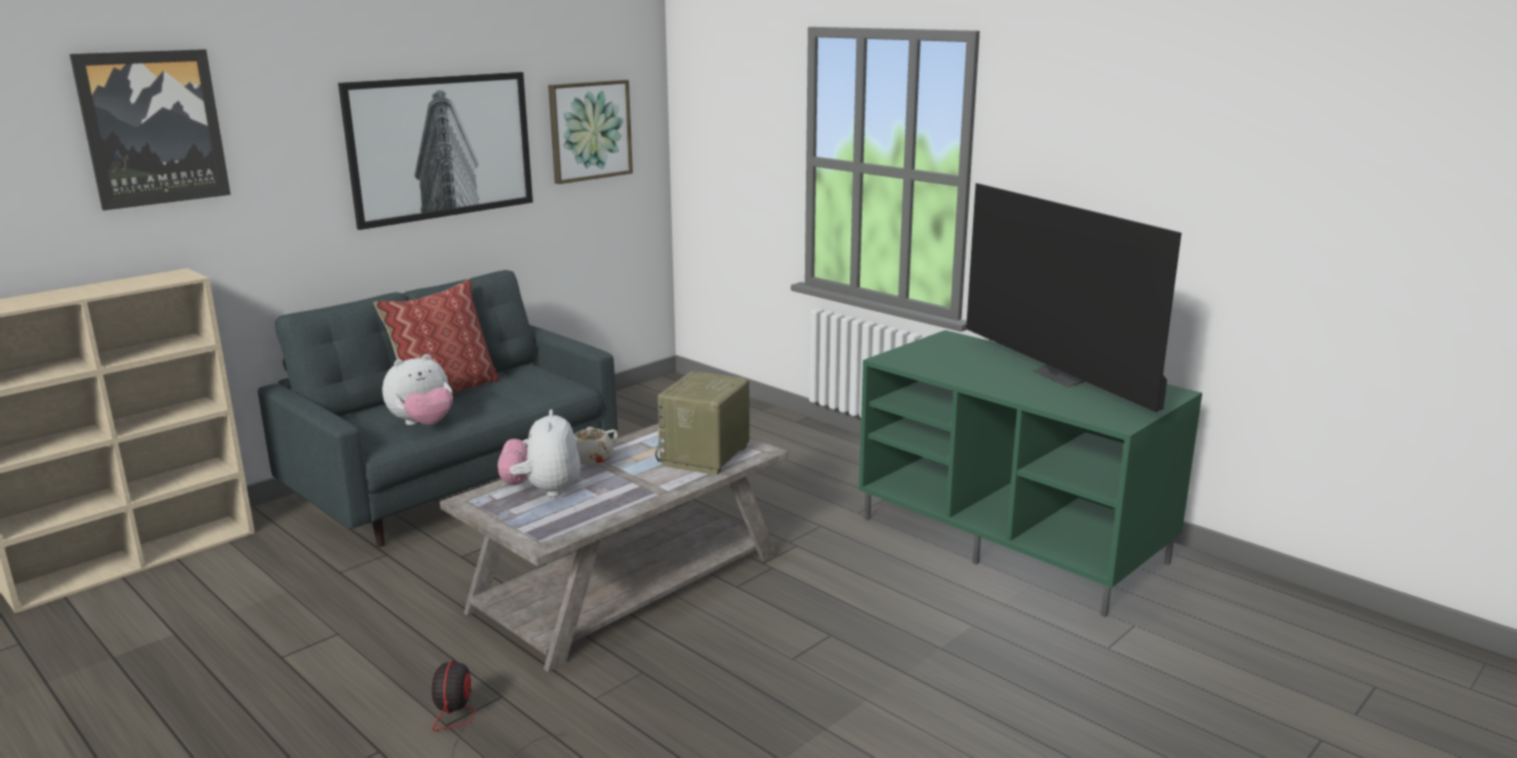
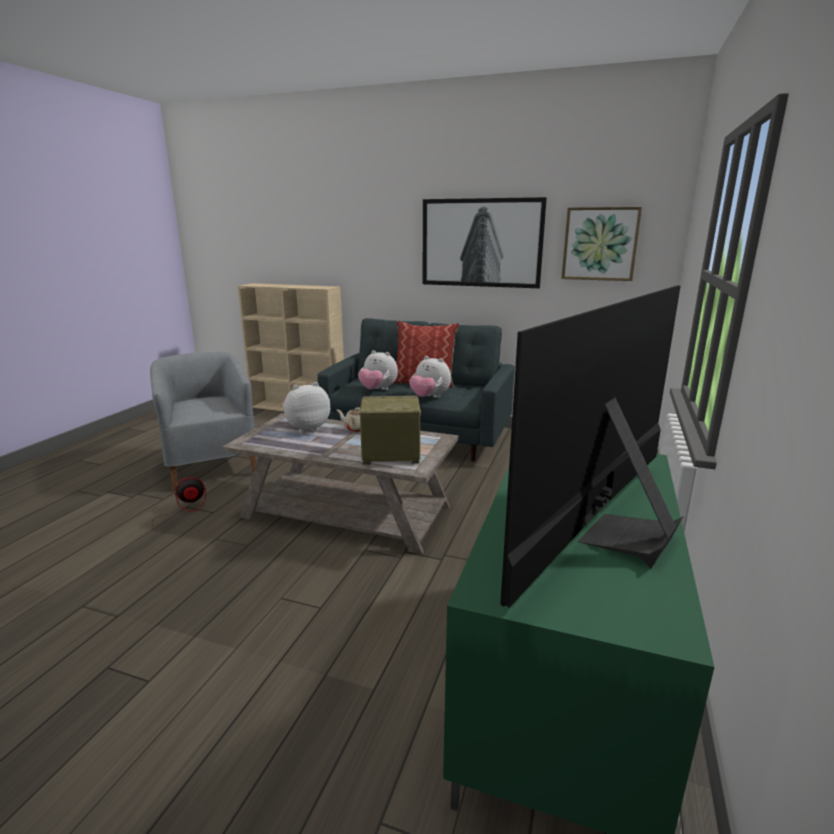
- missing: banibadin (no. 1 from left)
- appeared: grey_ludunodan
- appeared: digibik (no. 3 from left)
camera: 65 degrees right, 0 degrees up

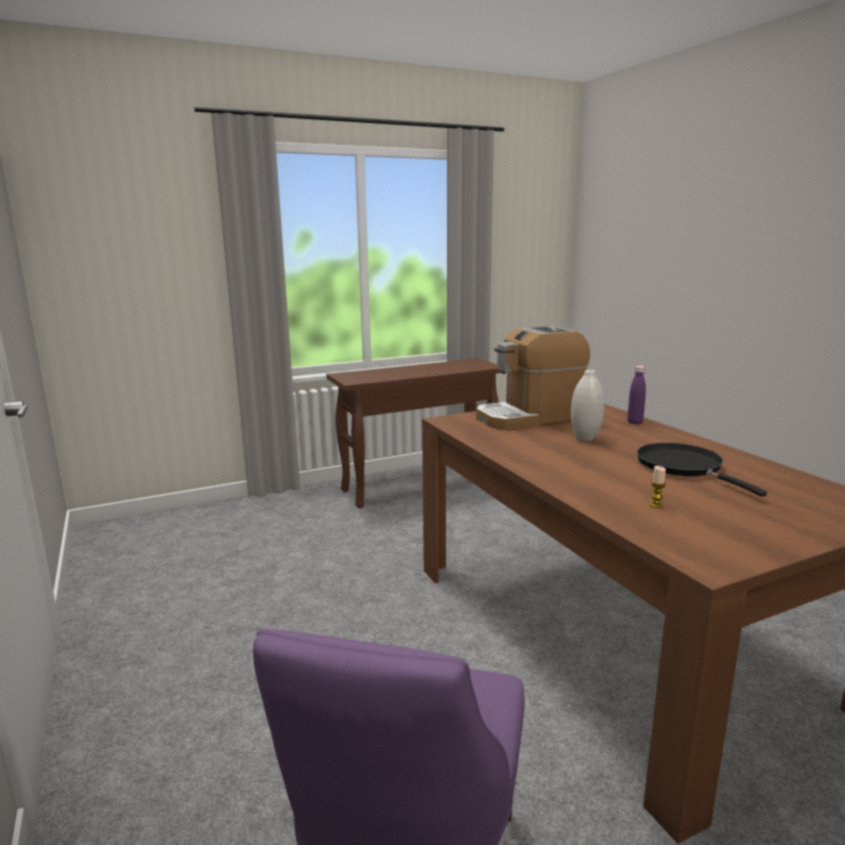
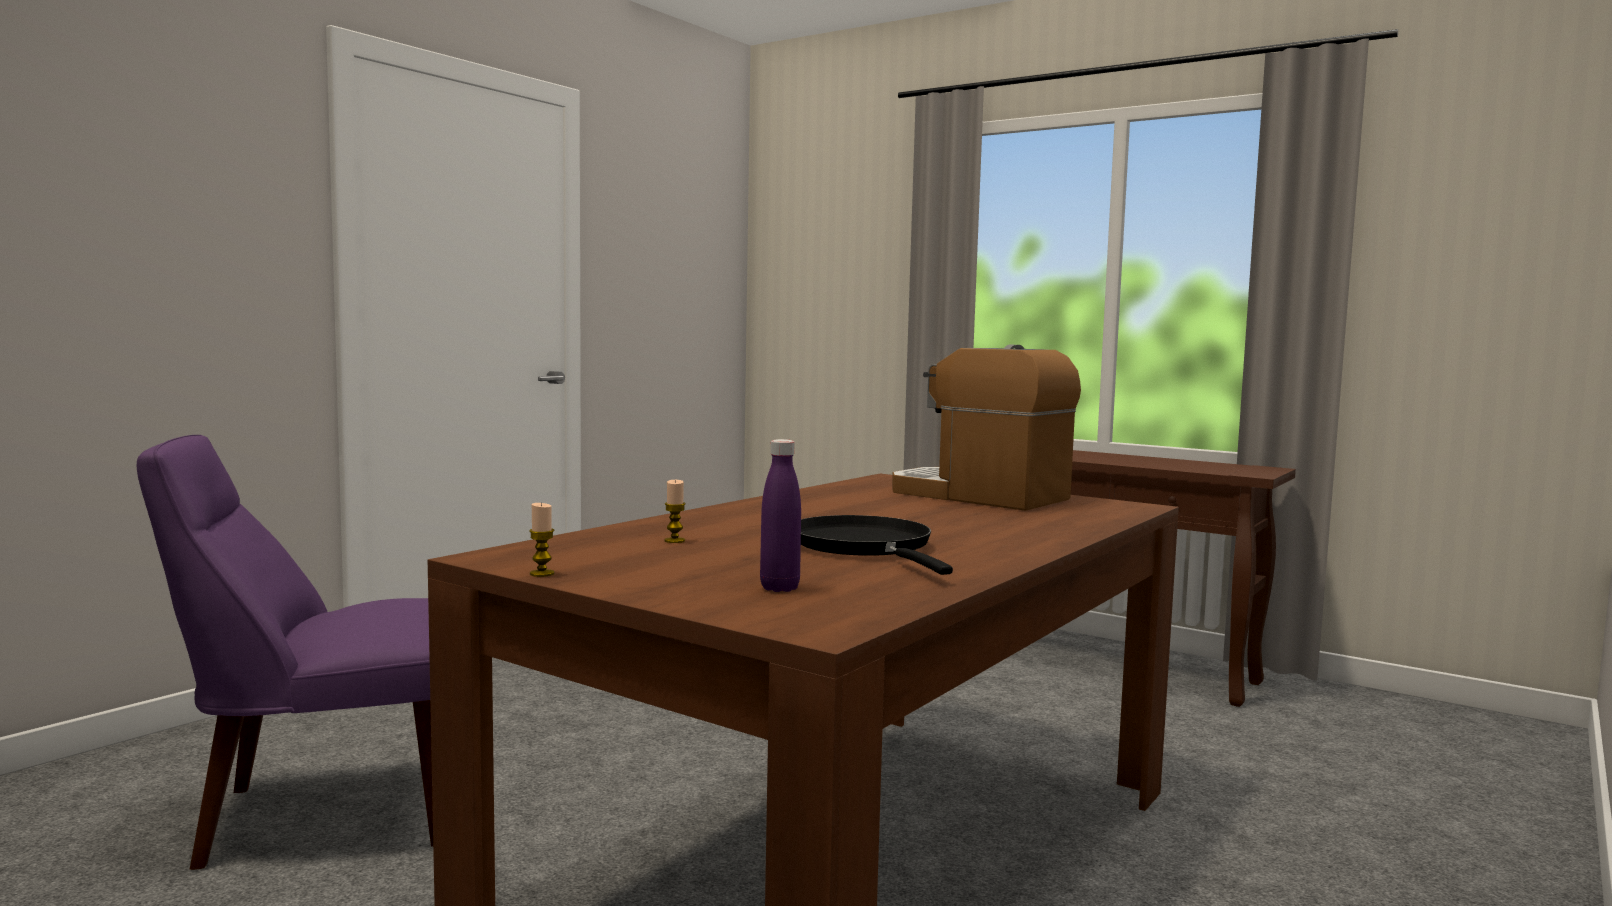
- missing: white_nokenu
- appeared: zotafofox (no. 1 from left)
- relocated: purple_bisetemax
- spun: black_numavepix 60 degrees counterclockwise
camera: 60 degrees right, 10 degrees down

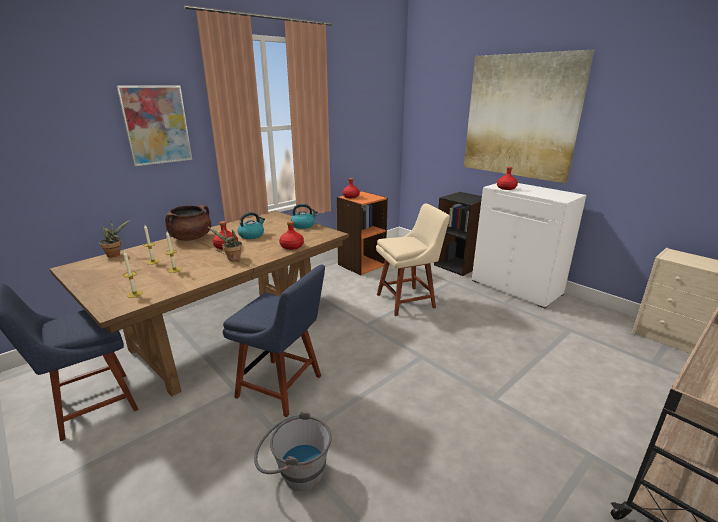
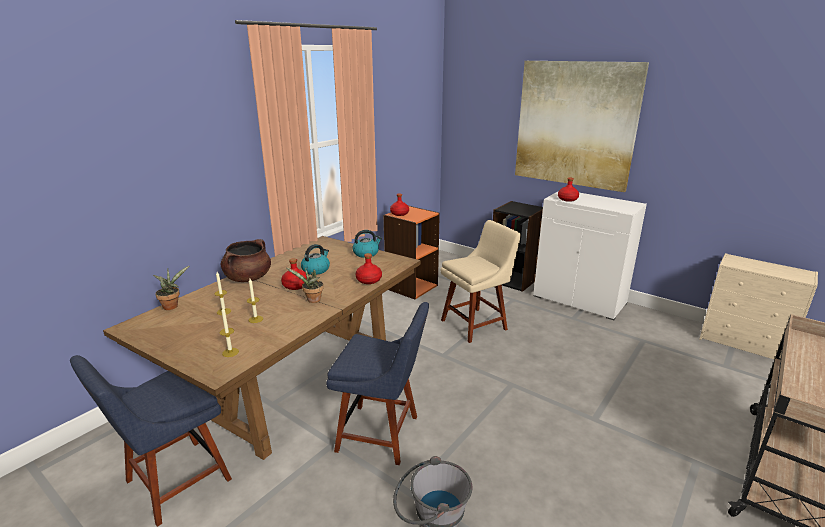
- missing: banibadin (no. 1 from left)
camera: 10 degrees left, 0 degrees up

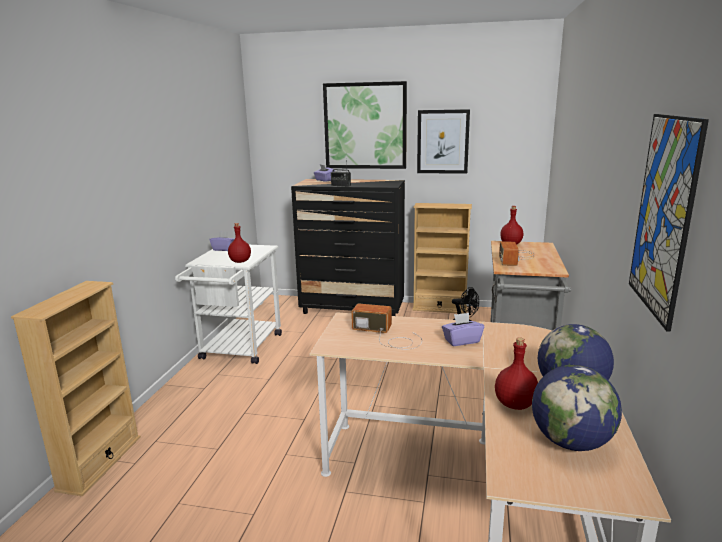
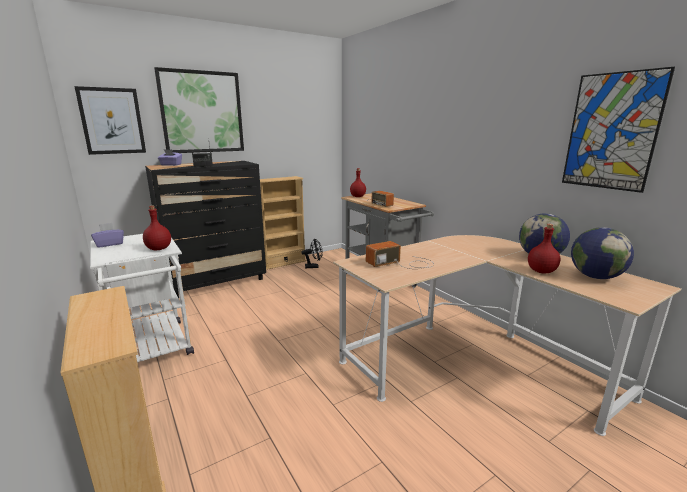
- missing: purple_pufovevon (no. 3 from left)
- relocated: banibadin (no. 2 from left in the first image) to banibadin (no. 1 from left)
camera: 45 degrees left, 0 degrees up

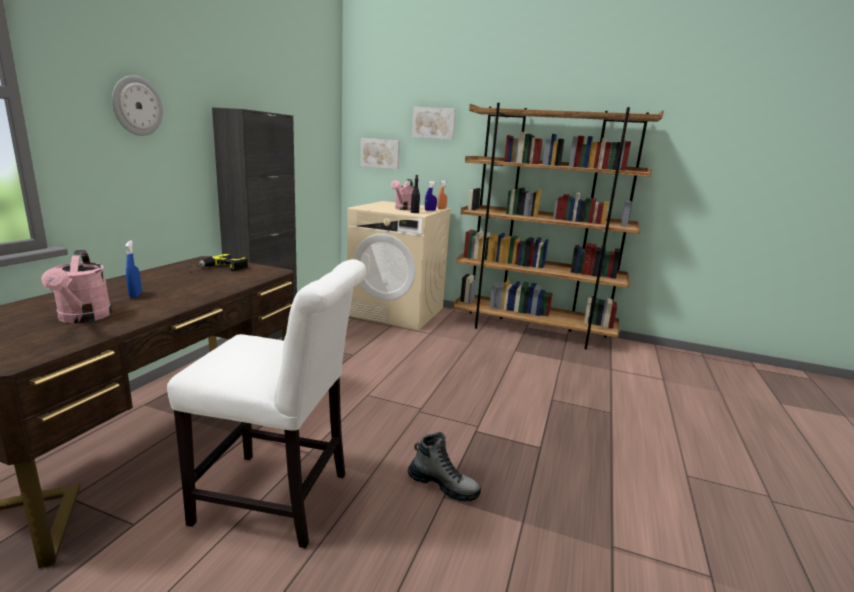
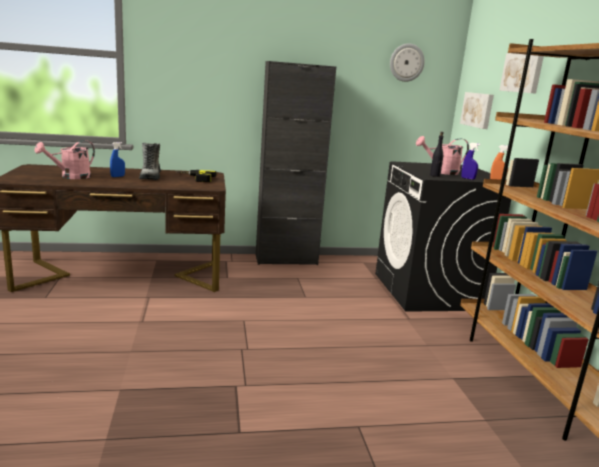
- missing: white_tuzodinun
- relocated: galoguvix
- relocated: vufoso
- colour: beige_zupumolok to black_zupumolok
camera: 60 degrees right, 0 degrees up

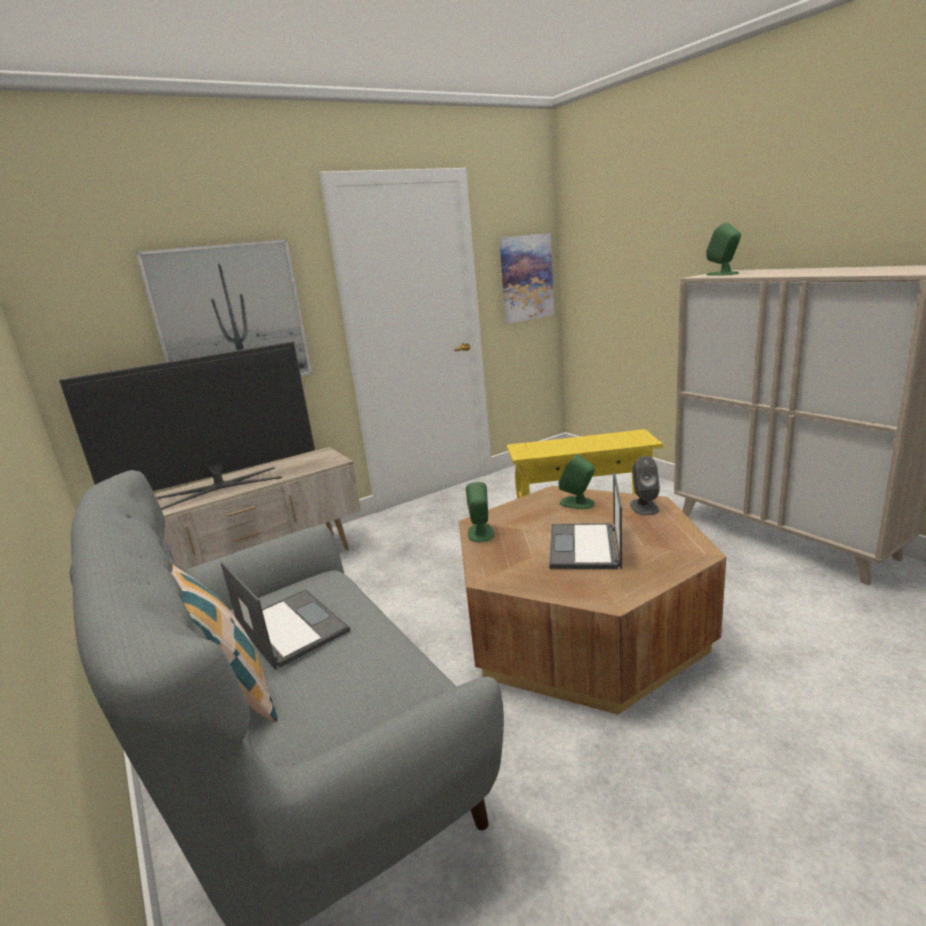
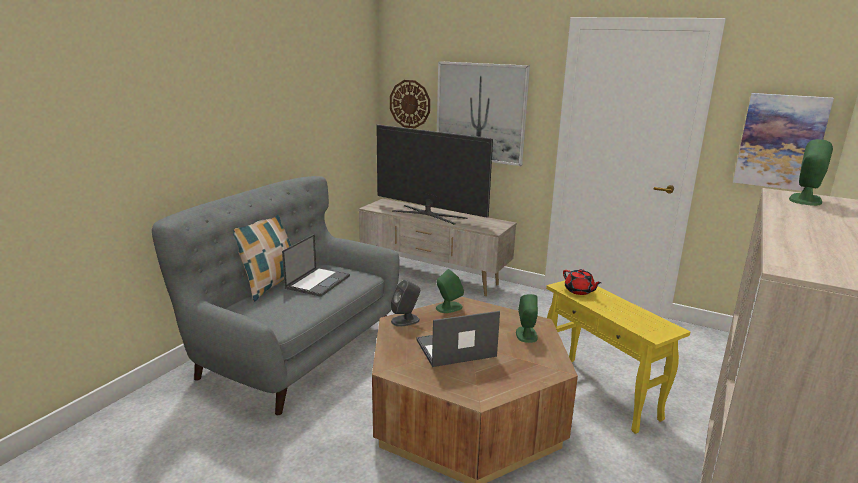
- appeared: galoguvix
- appeared: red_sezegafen
- relocated: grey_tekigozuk
camera: 60 degrees right, 0 degrees up

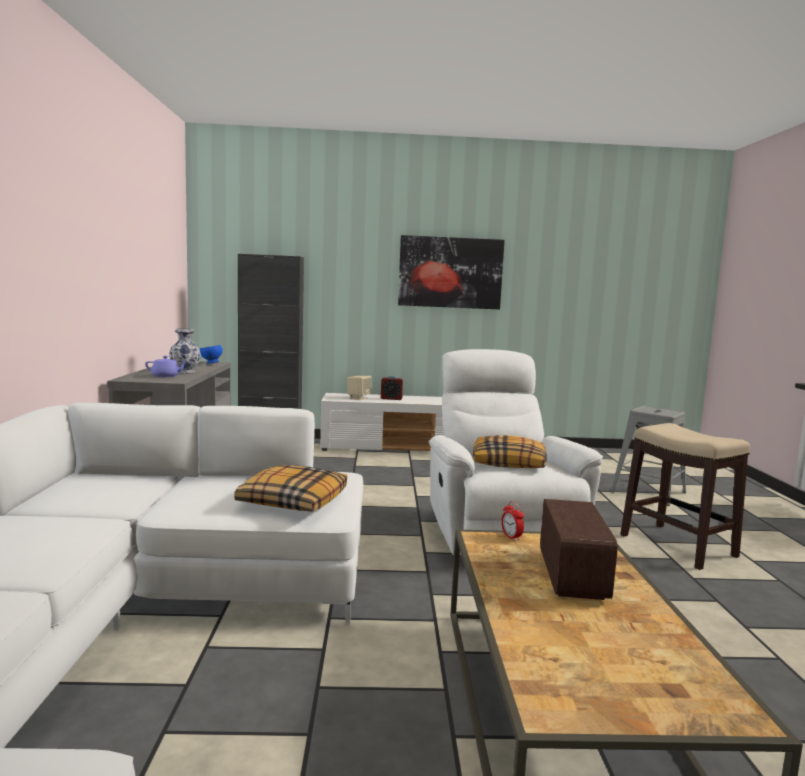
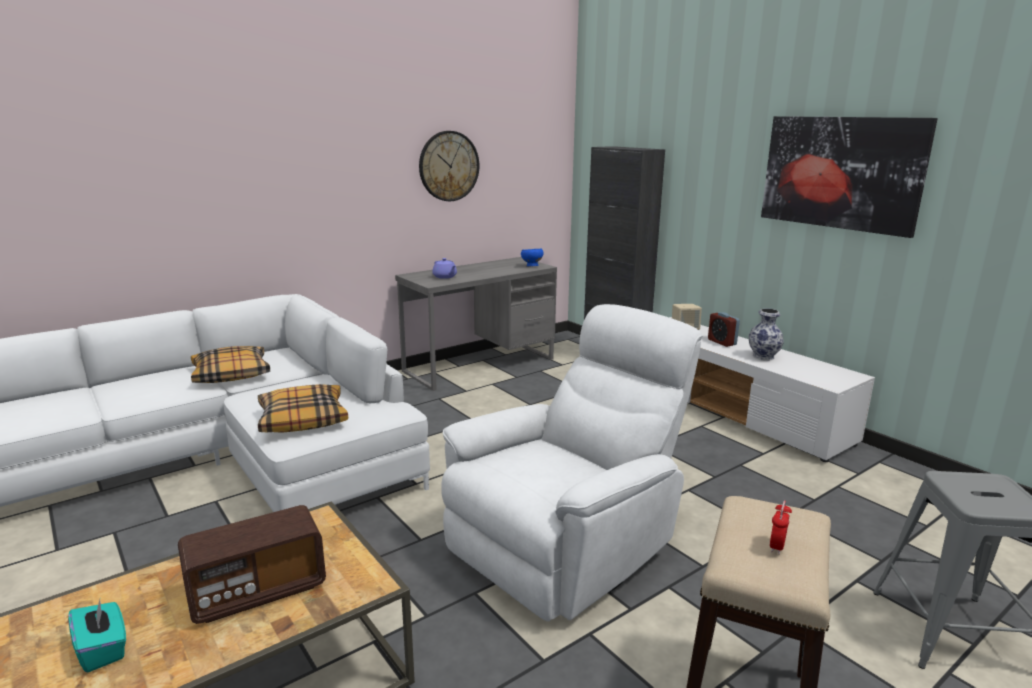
- appeared: turquoise_pufovevon
- appeared: galoguvix
- relocated: nokenu
- relocated: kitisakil (no. 2 from left in the first image) to kitisakil (no. 1 from left)
- relocated: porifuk (no. 2 from left)
camera: 55 degrees right, 10 degrees up

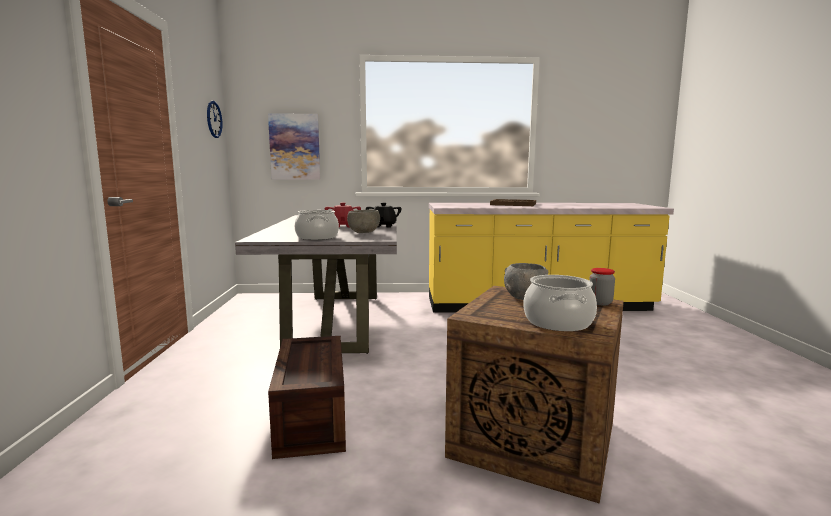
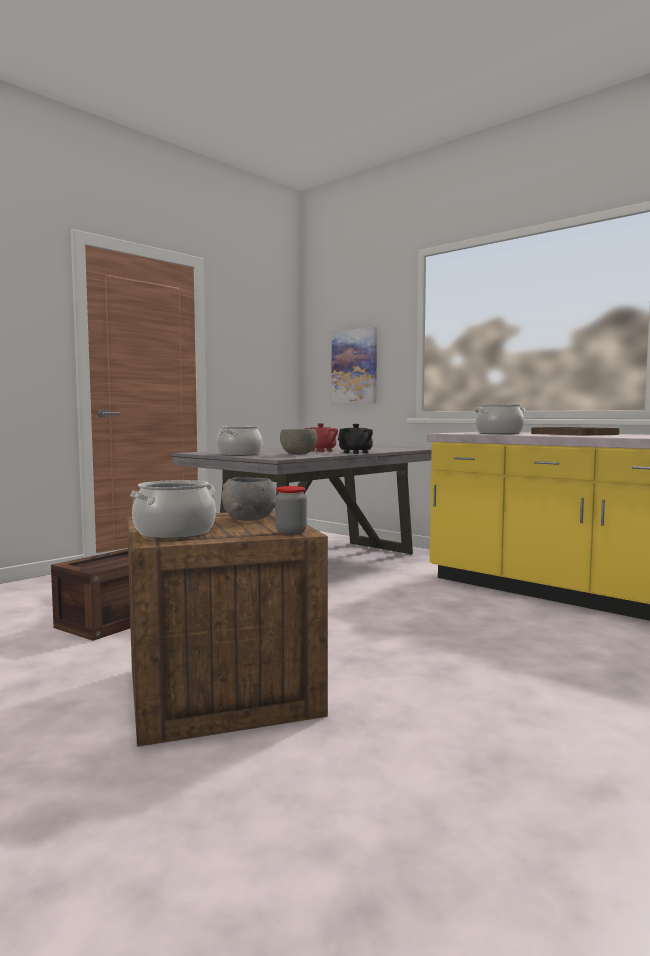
- missing: galoguvix
- appeared: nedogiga (no. 3 from left)
camera: 45 degrees right, 5 degrees down

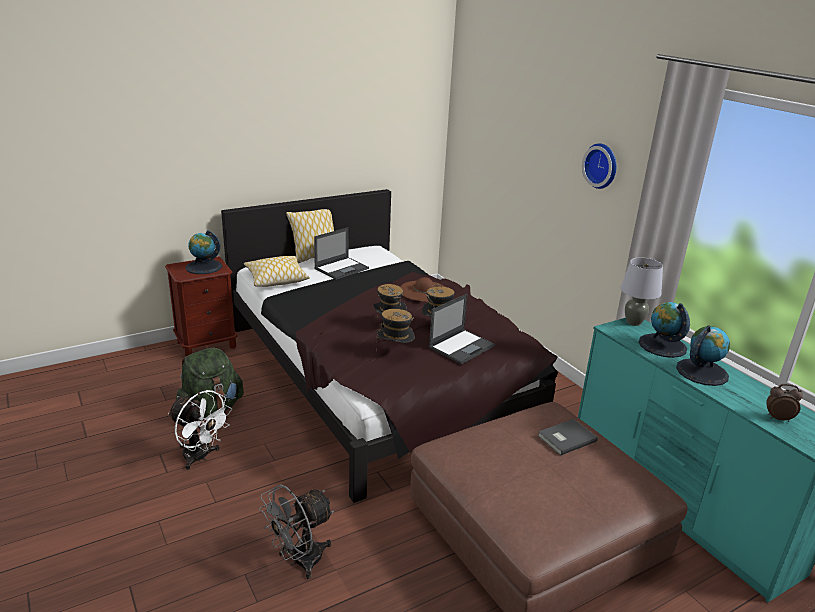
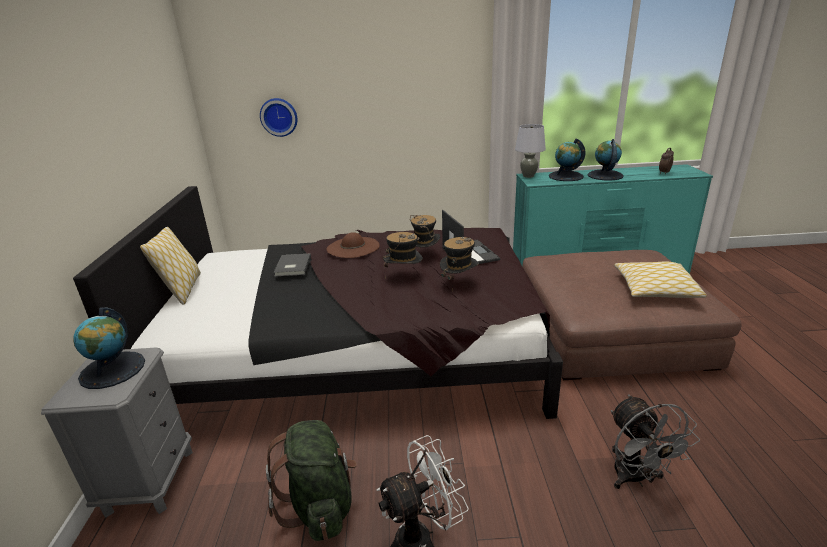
- missing: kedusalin (no. 1 from left)
- relocated: kitisakil (no. 1 from left in the first image) to kitisakil (no. 2 from left)
- relocated: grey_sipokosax
- relocated: galoguvix
- colour: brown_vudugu to grey_vudugu
camera: 60 degrees left, 0 degrees up

